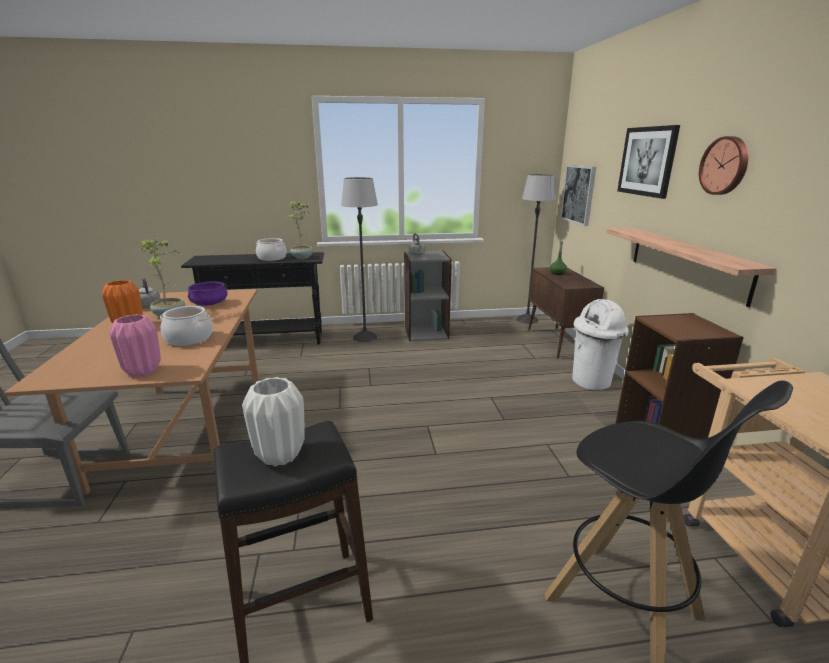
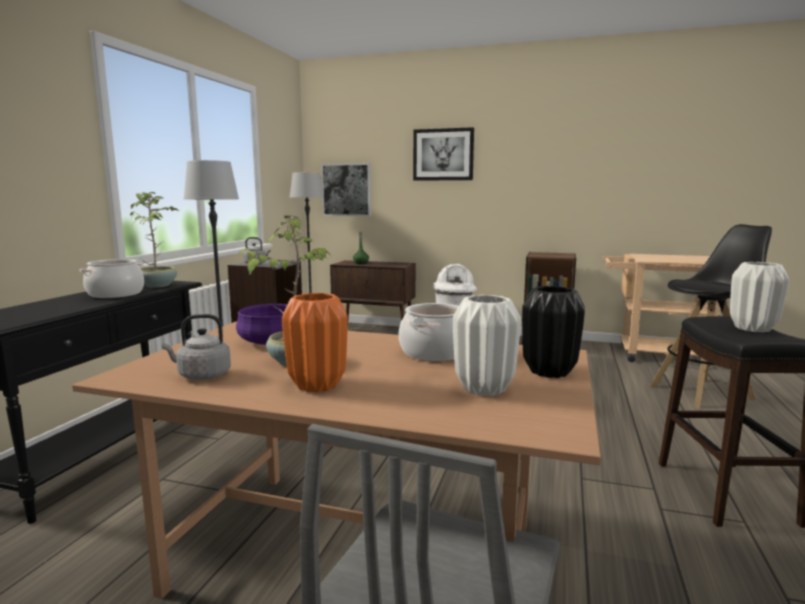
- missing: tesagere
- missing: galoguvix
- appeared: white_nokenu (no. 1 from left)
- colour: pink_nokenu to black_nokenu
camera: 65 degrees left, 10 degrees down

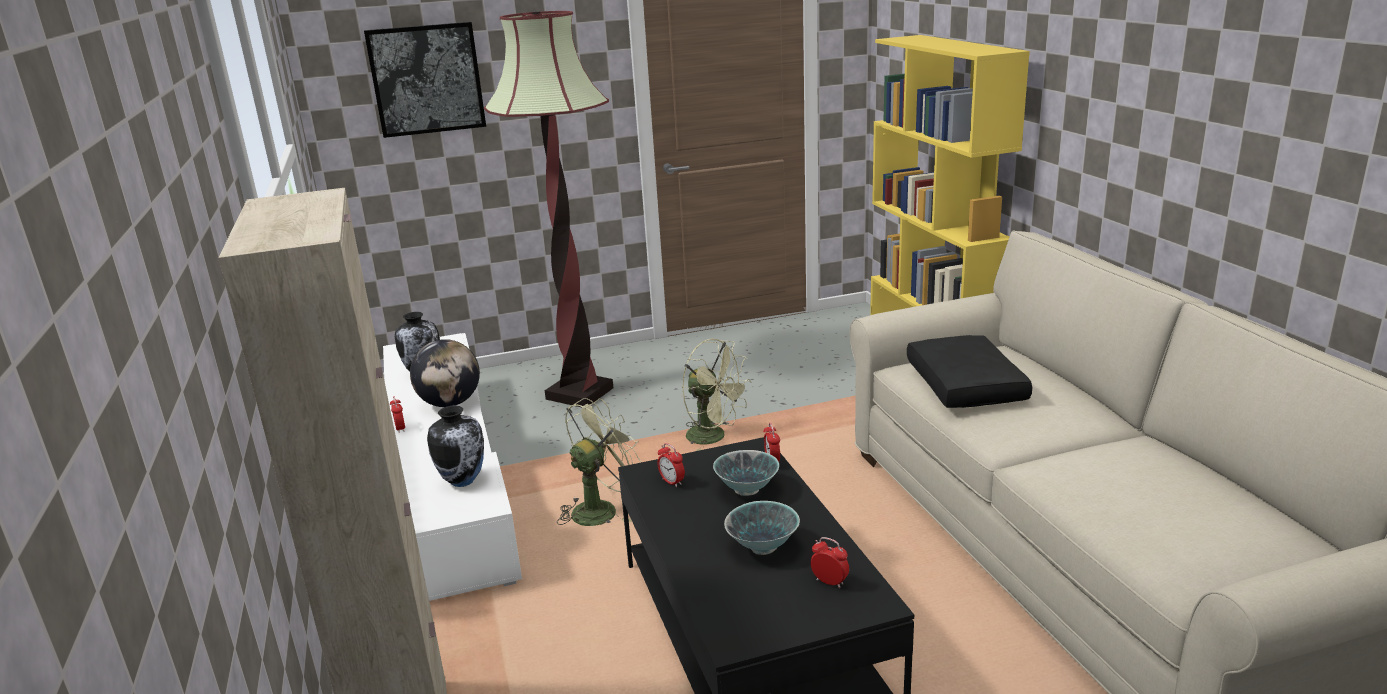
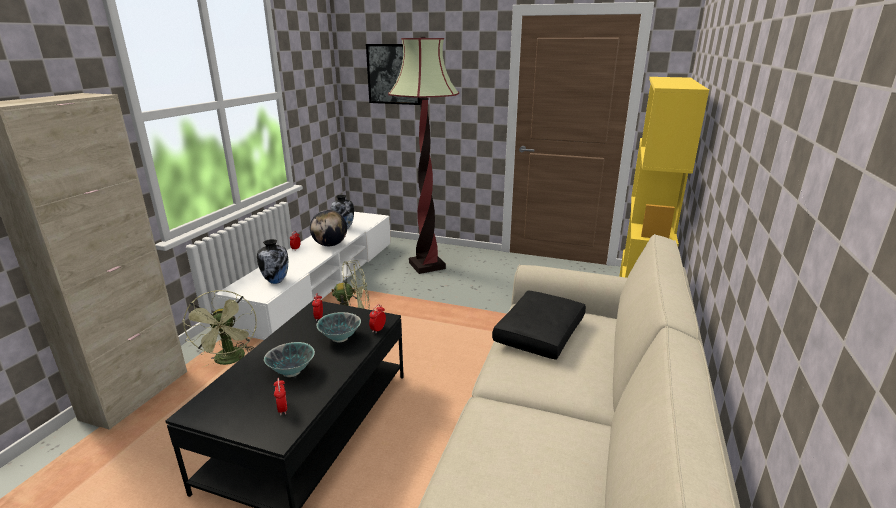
- relocated: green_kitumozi (no. 2 from left in the first image) to green_kitumozi (no. 1 from left)
camera: 35 degrees right, 0 degrees up

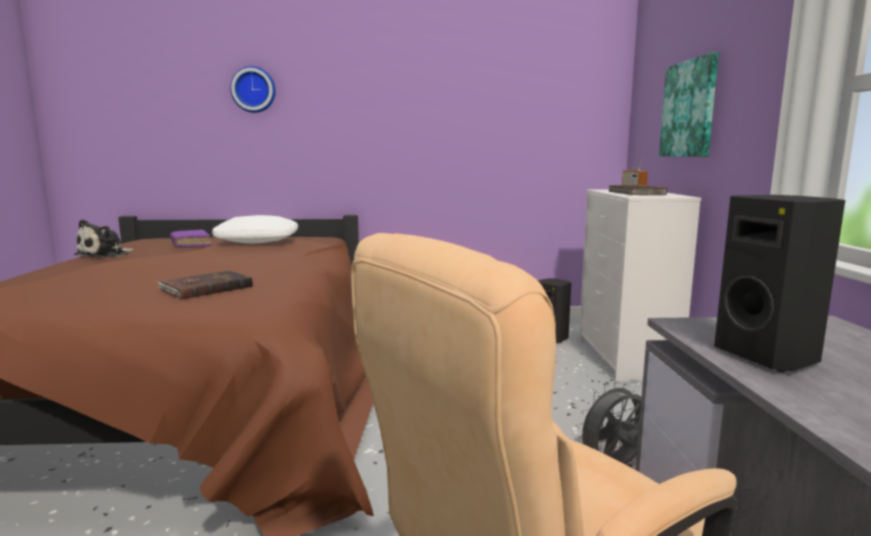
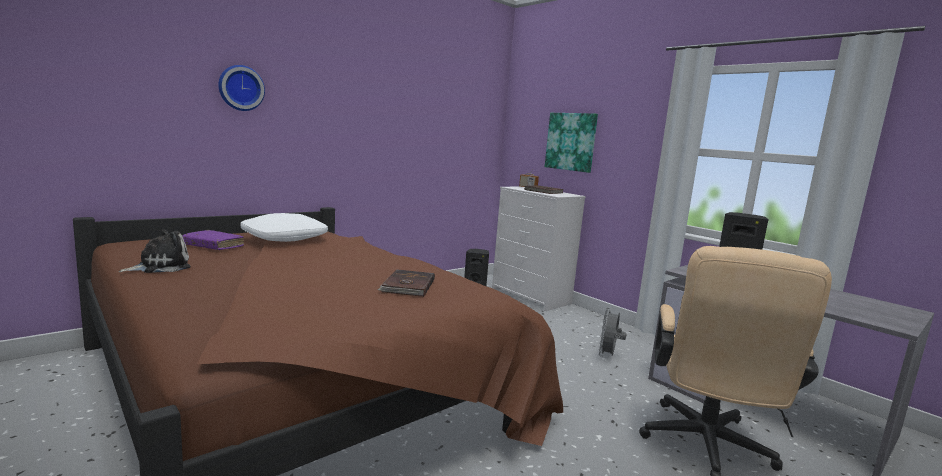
- spun: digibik 120 degrees counterclockwise
camera: 40 degrees left, 0 degrees up

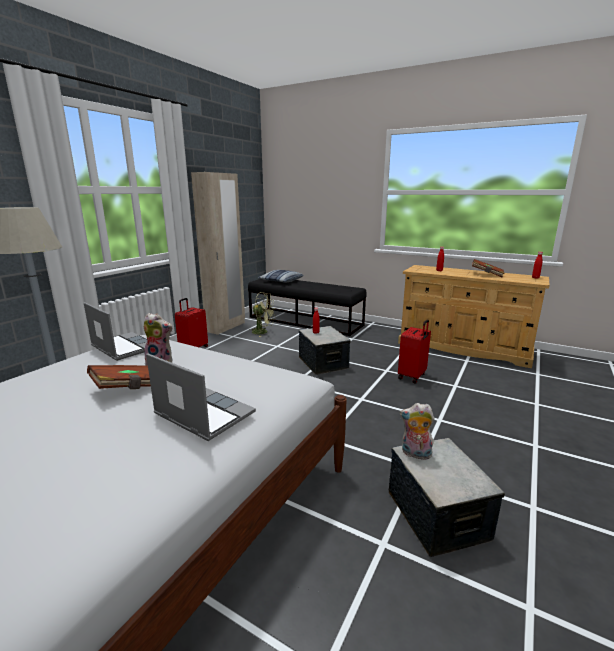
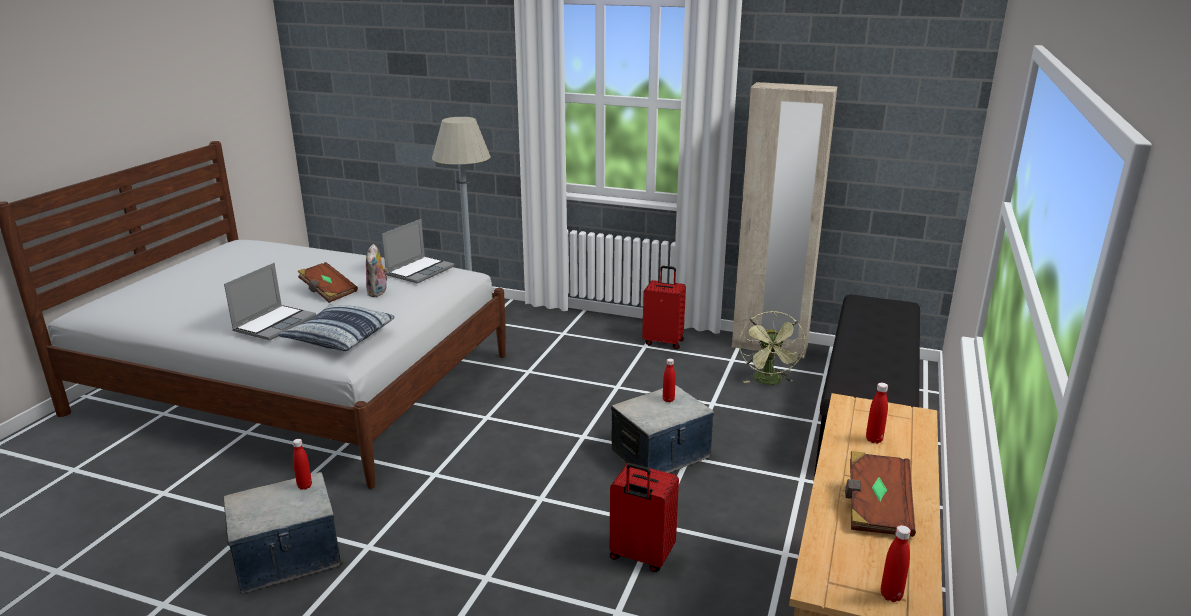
- relocated: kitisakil
- exchanged: digibik (no. 2 from left) to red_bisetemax (no. 1 from left)
camera: 80 degrees right, 5 degrees up

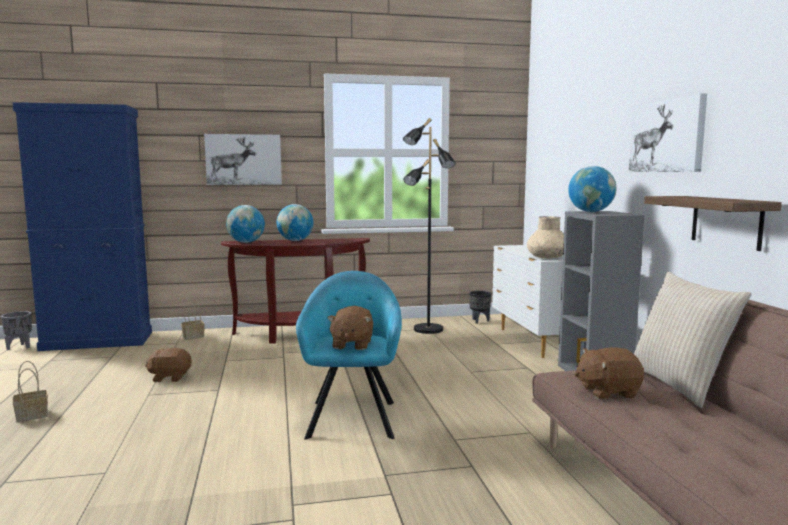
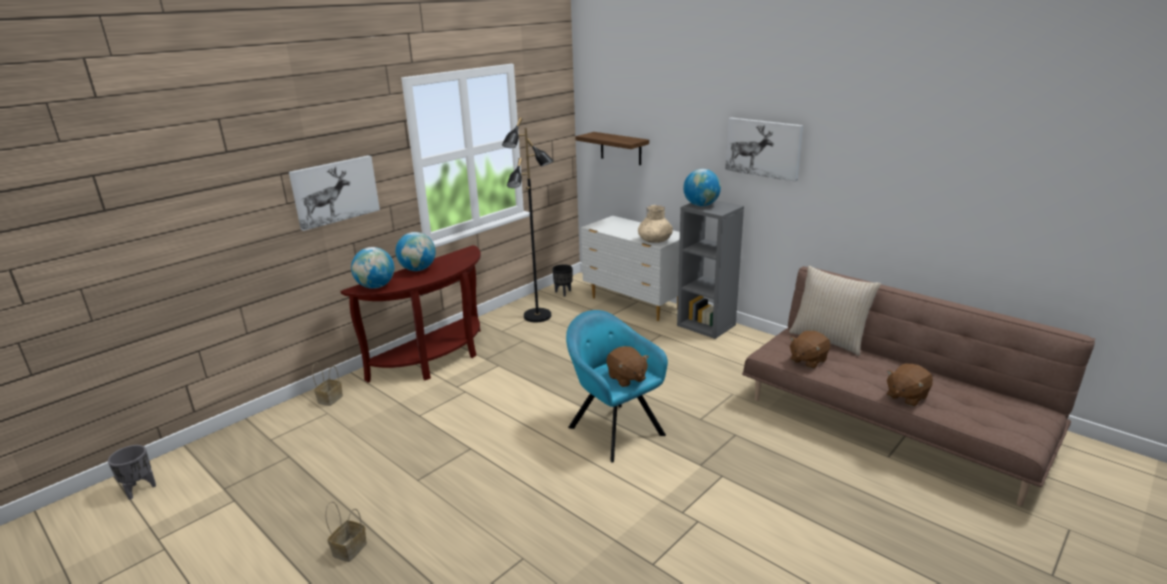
- missing: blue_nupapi
- relocated: brown_digibik (no. 1 from left in the first image) to brown_digibik (no. 3 from left)
- relocated: tesagere
camera: 35 degrees left, 15 degrees up

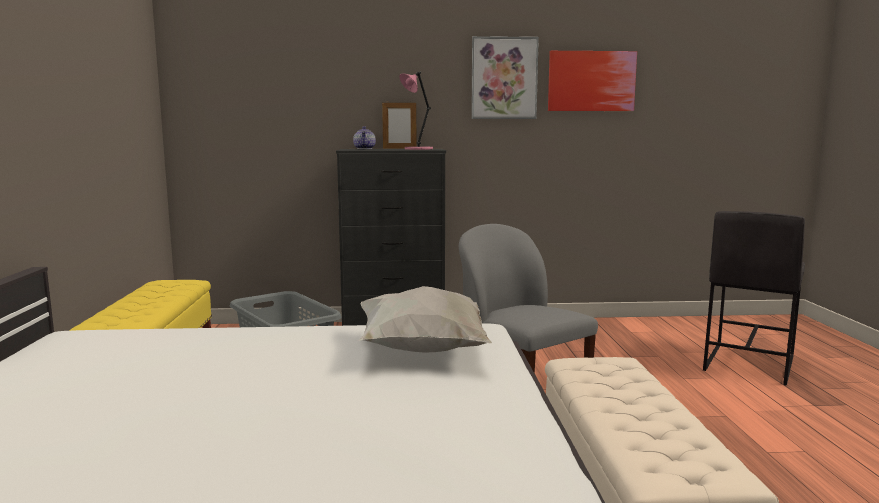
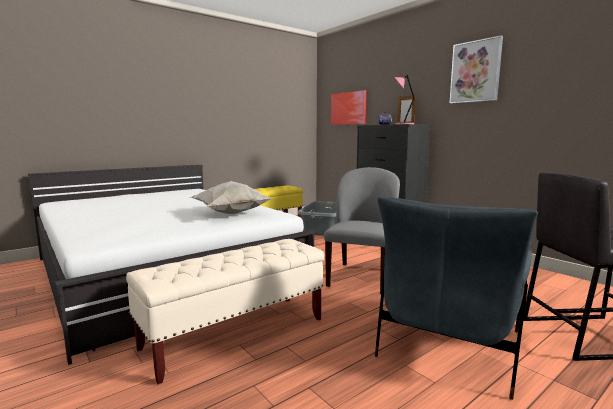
- appeared: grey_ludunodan
- relocated: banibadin (no. 2 from left in the first image) to banibadin (no. 1 from left)
camera: 55 degrees right, 0 degrees up

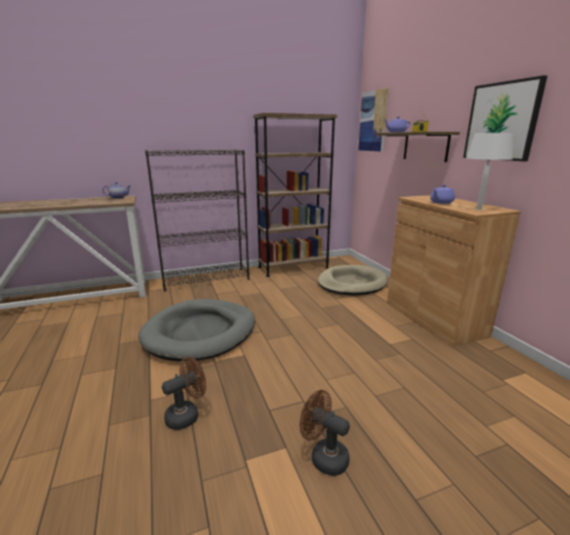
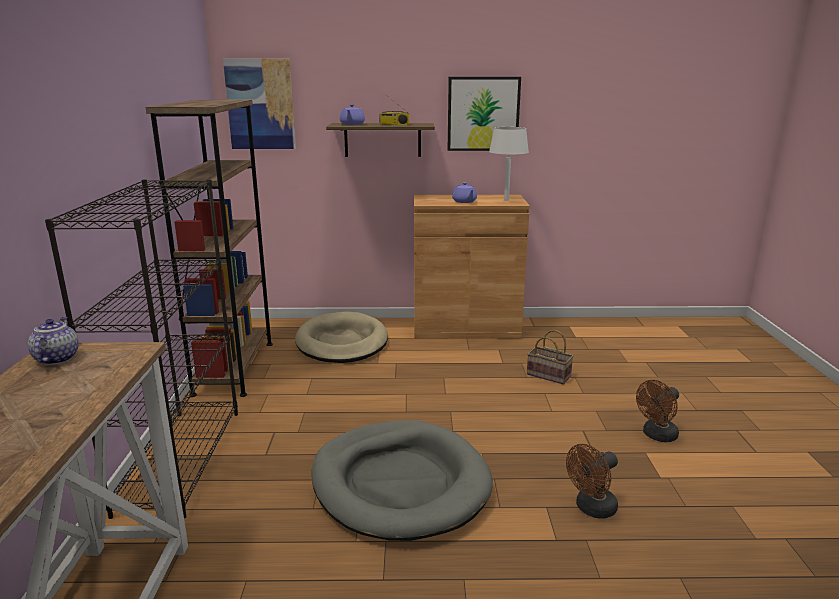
- appeared: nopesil
- spun: brown_kitumozi (no. 1 from left) 105 degrees counterclockwise
camera: 70 degrees left, 0 degrees up

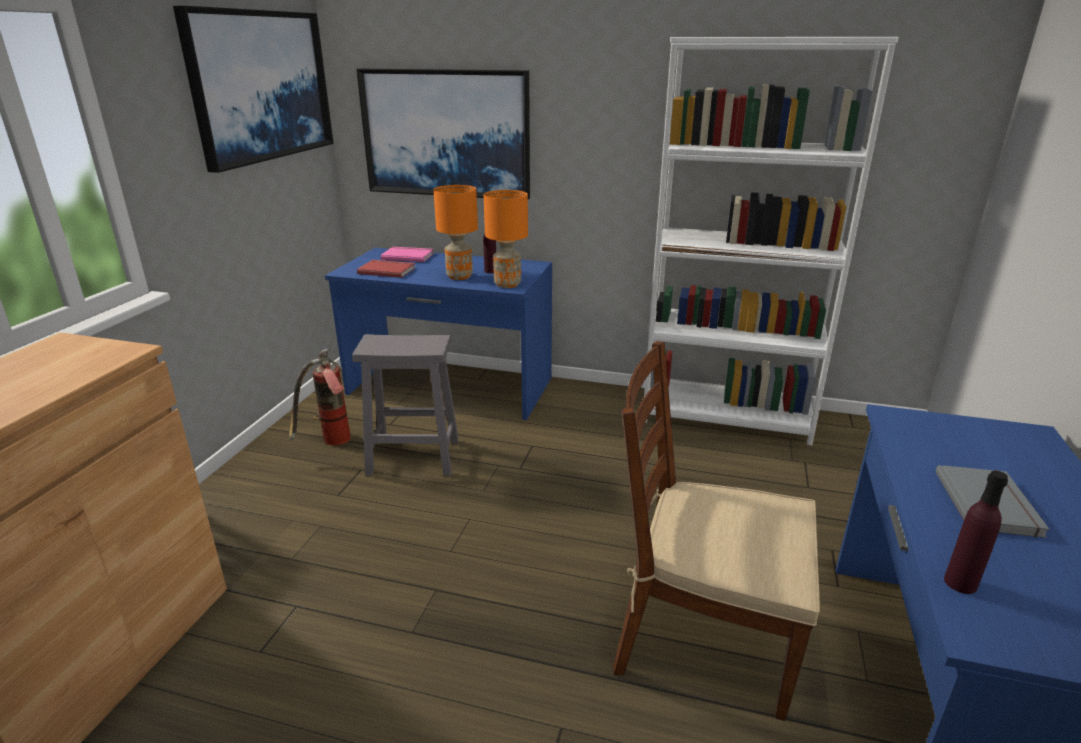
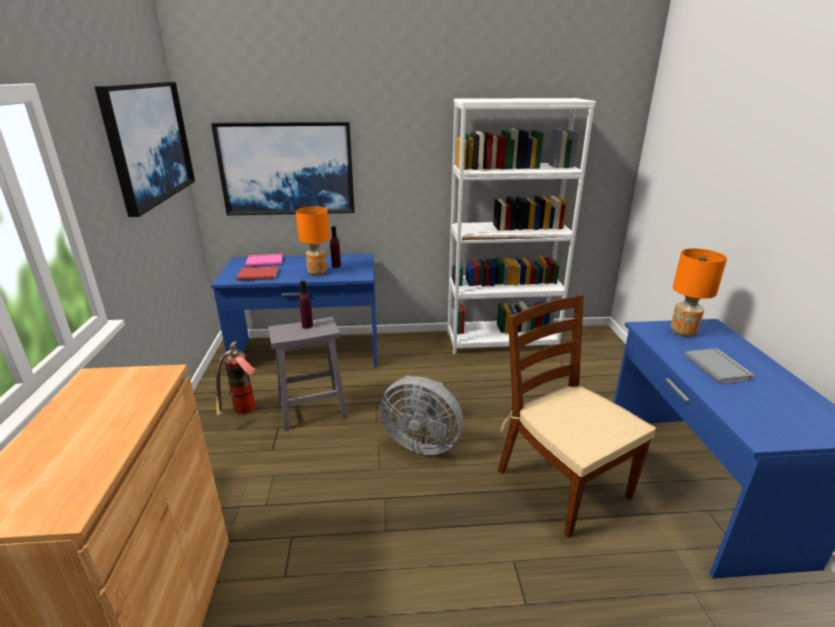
- appeared: grey_kitumozi
- relocated: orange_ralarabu (no. 2 from left)
- relocated: purple_bisetemax (no. 2 from left in the first image) to purple_bisetemax (no. 1 from left)
- spun: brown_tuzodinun 60 degrees clockwise
camera: 20 degrees left, 0 degrees up

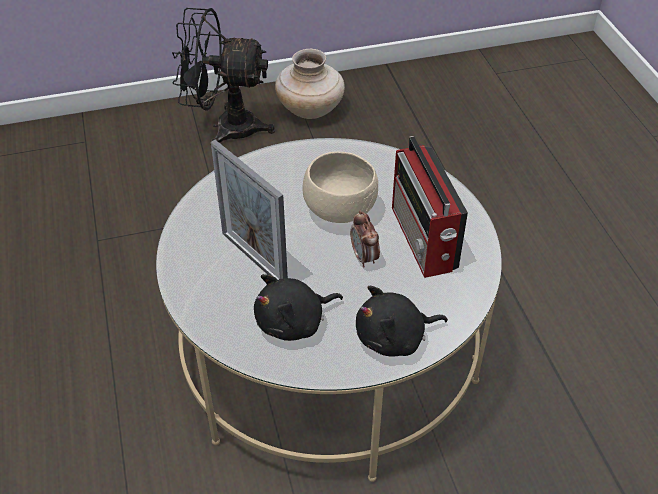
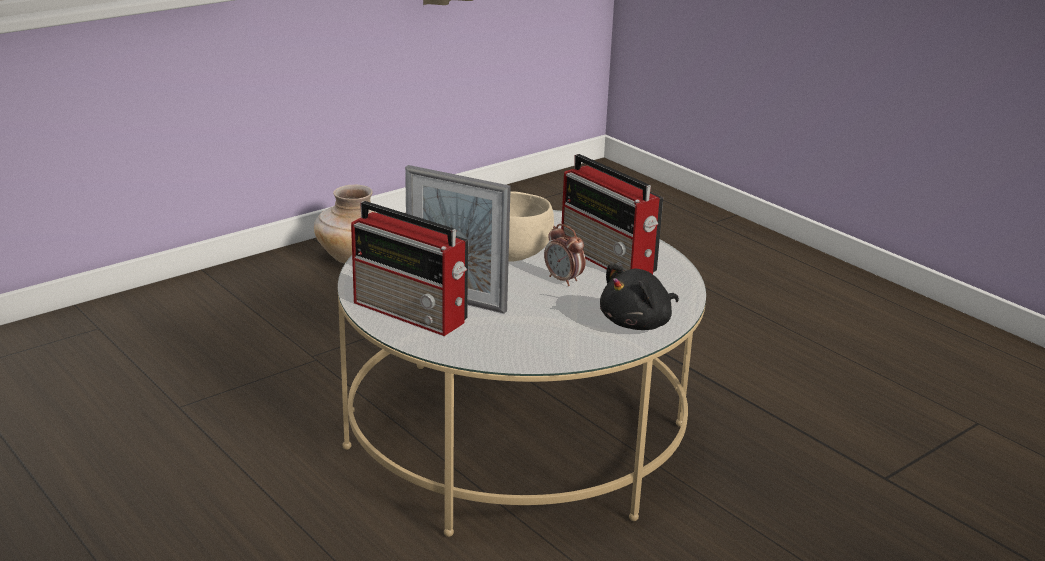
- missing: black_kitumozi
- missing: black_digibik (no. 1 from left)
- appeared: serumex (no. 1 from left)
camera: 25 degrees left, 20 degrees down

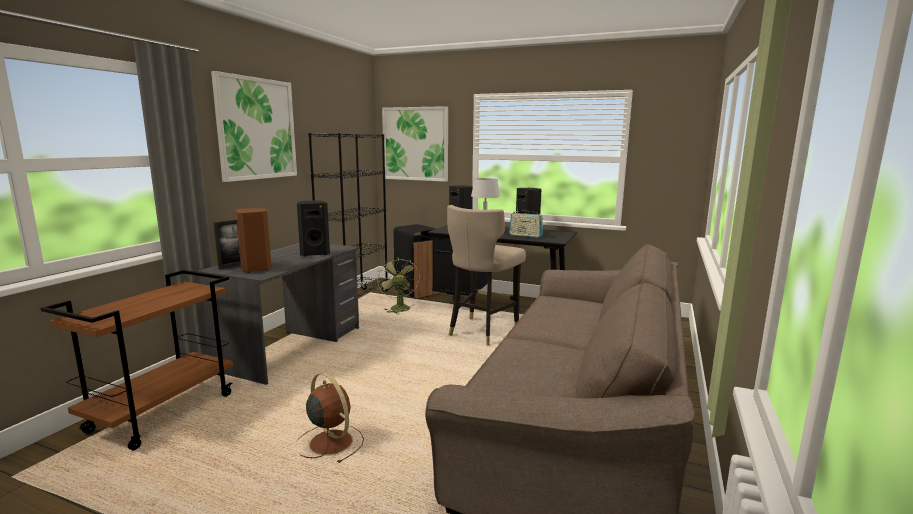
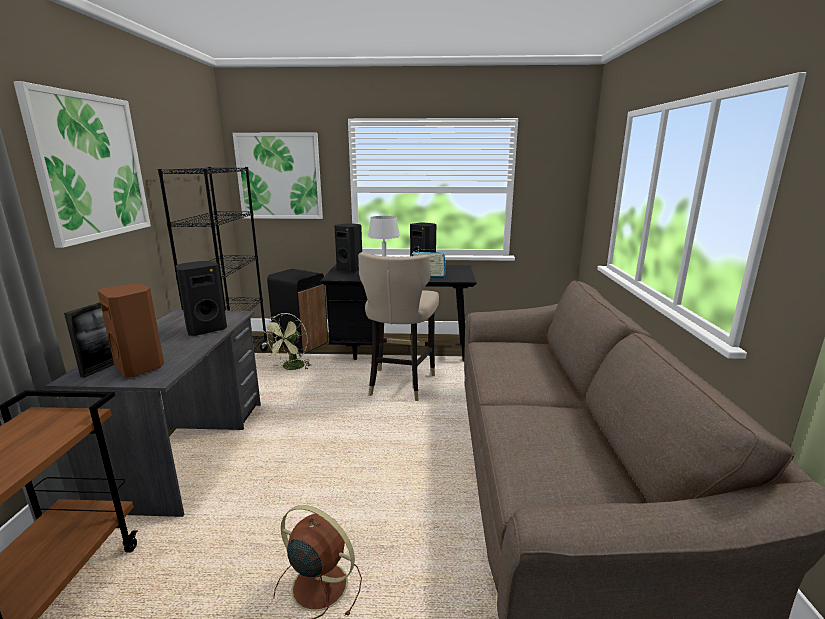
- spun: green_kitumozi 120 degrees counterclockwise
camera: 20 degrees left, 5 degrees up

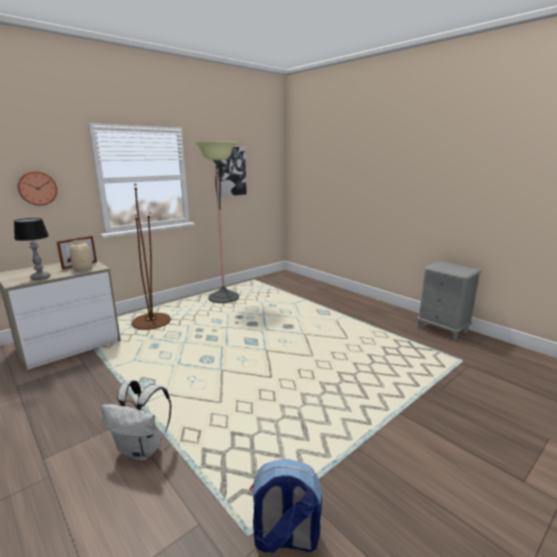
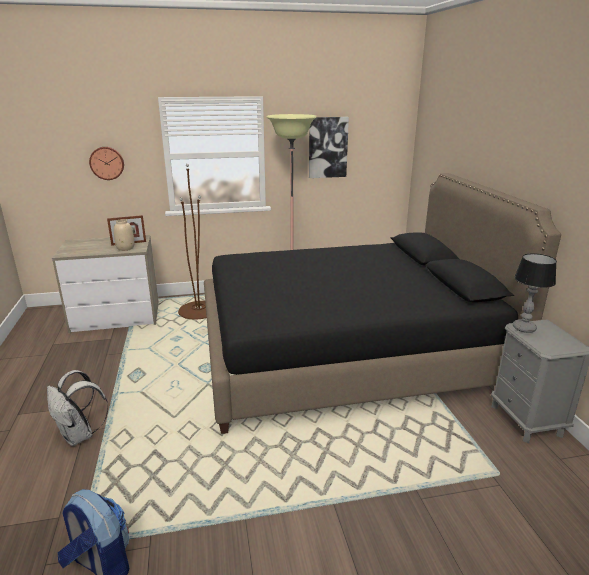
- appeared: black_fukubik
- relocated: ralarabu
camera: 30 degrees right, 5 degrees up

